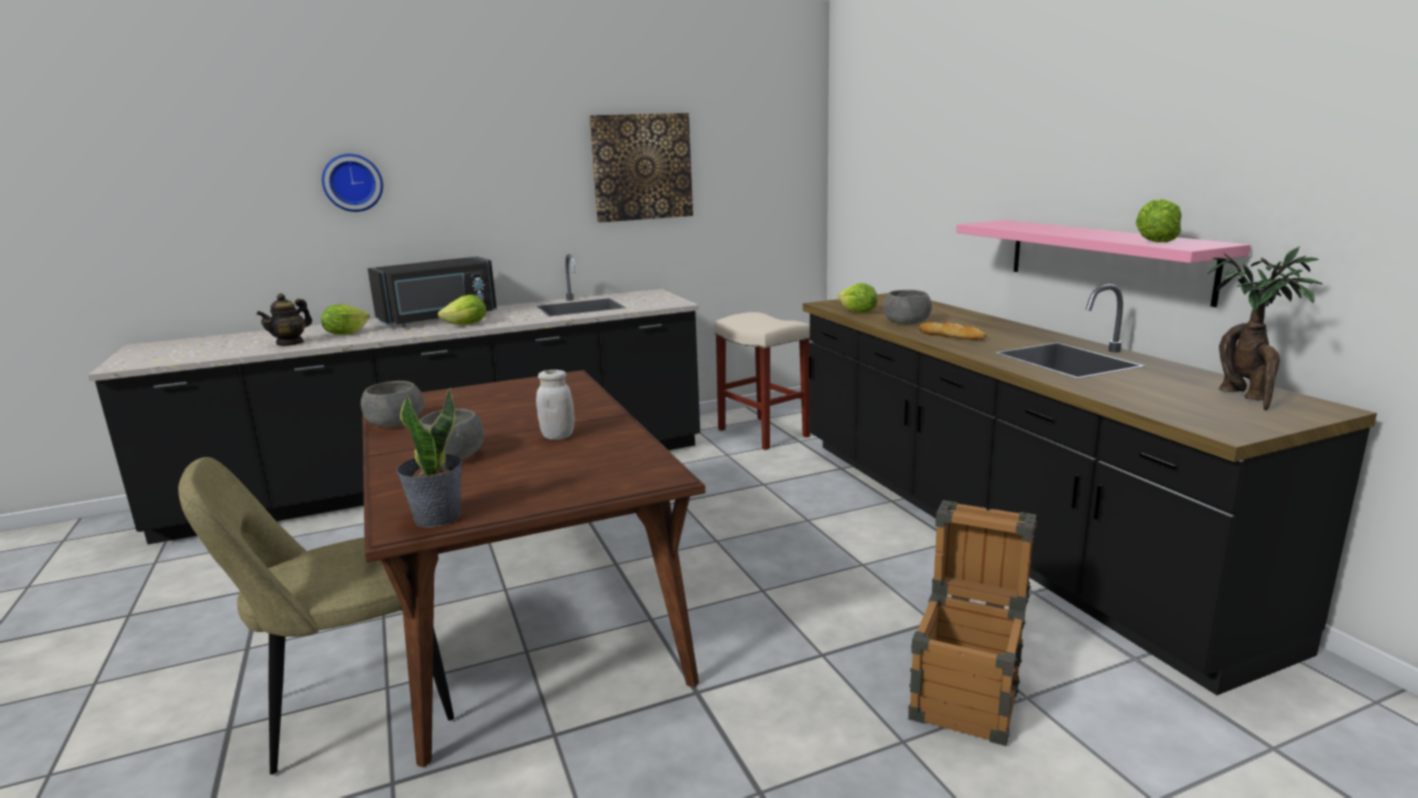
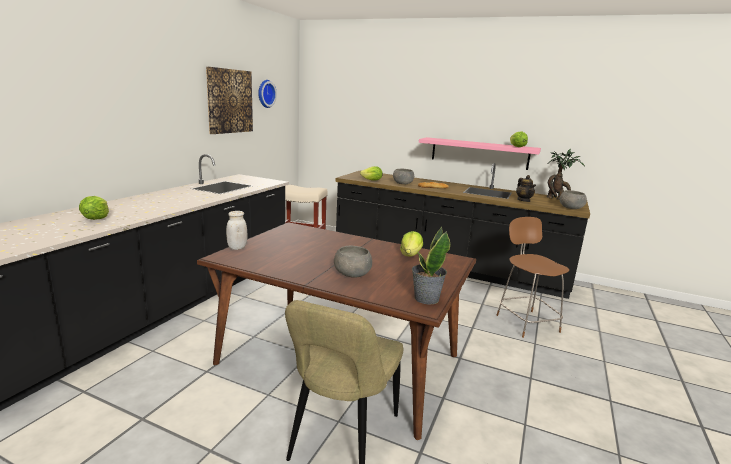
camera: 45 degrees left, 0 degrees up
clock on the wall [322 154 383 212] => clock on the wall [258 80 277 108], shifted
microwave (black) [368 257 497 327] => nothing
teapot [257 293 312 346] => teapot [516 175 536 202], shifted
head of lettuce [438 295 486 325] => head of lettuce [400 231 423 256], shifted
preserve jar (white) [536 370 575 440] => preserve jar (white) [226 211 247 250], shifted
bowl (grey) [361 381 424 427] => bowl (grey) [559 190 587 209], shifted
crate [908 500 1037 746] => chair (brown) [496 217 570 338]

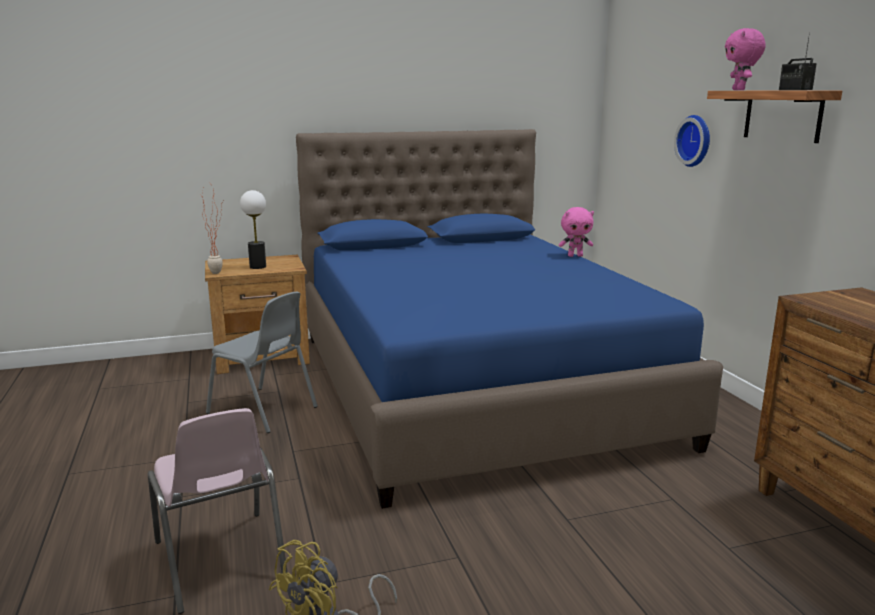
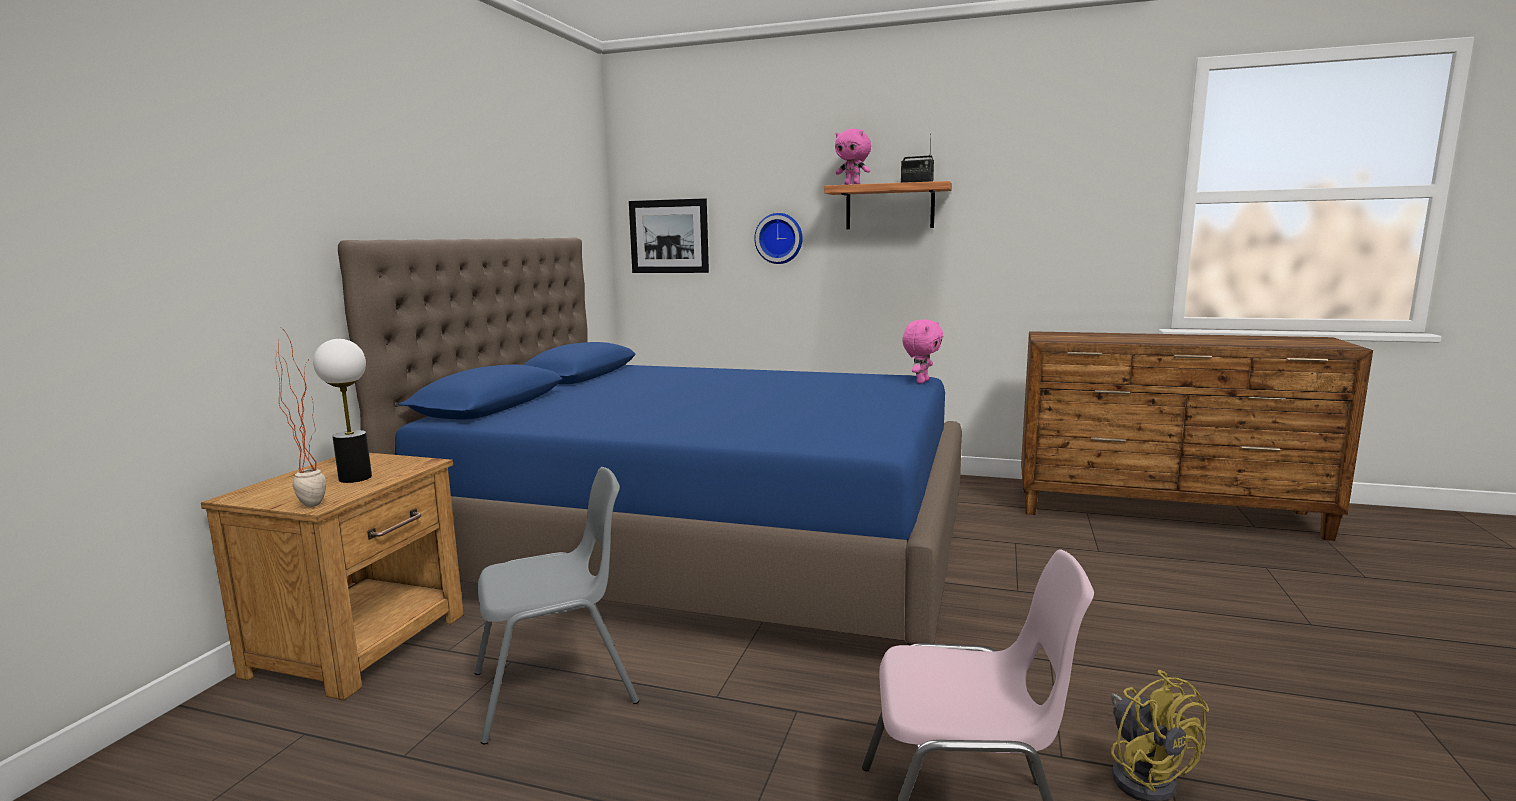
camera: 55 degrees left, 5 degrees down
cuddly toy (pink) [559 207 594 257] => cuddly toy (pink) [902 320 943 384], shifted
nothing => wall picture [629 198 709 273]

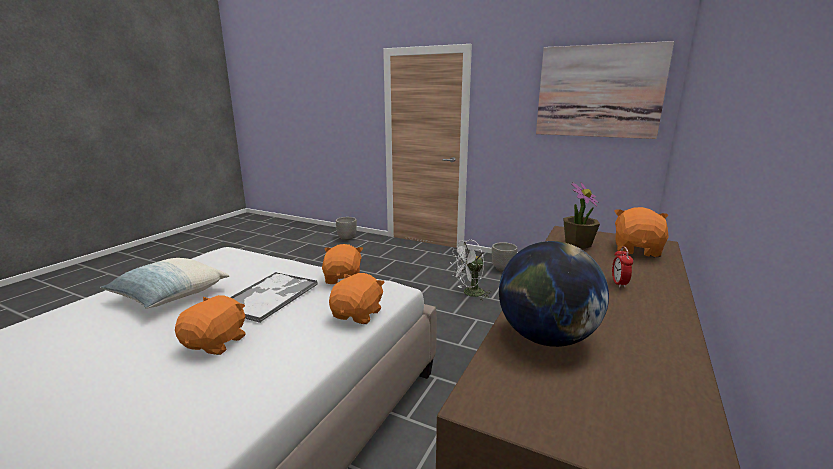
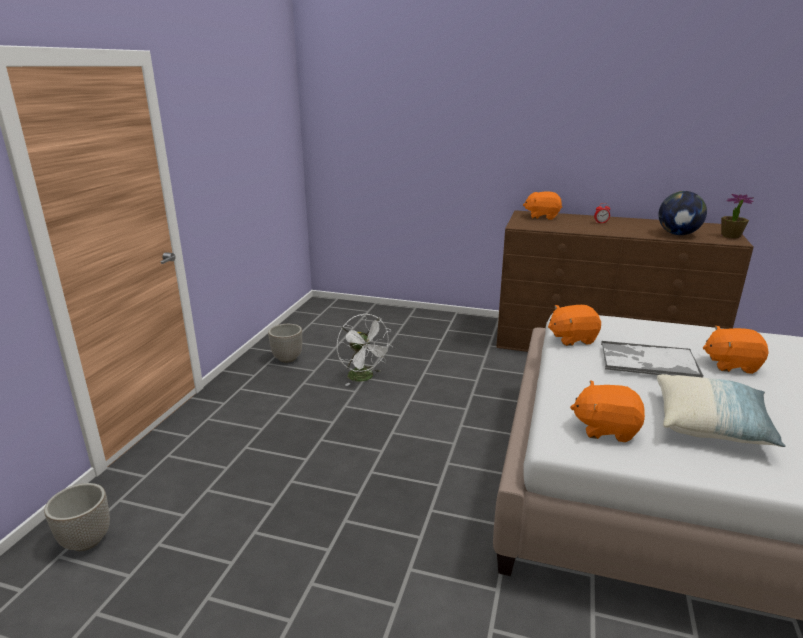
camera: 100 degrees left, 5 degrees up
wall picture [536 41 674 139] => nothing
houseplant [563 182 600 249] => houseplant [721 194 754 238], shifted
cuddly toy (orange) [329 273 385 324] => cuddly toy (orange) [570 380 645 442], shifted

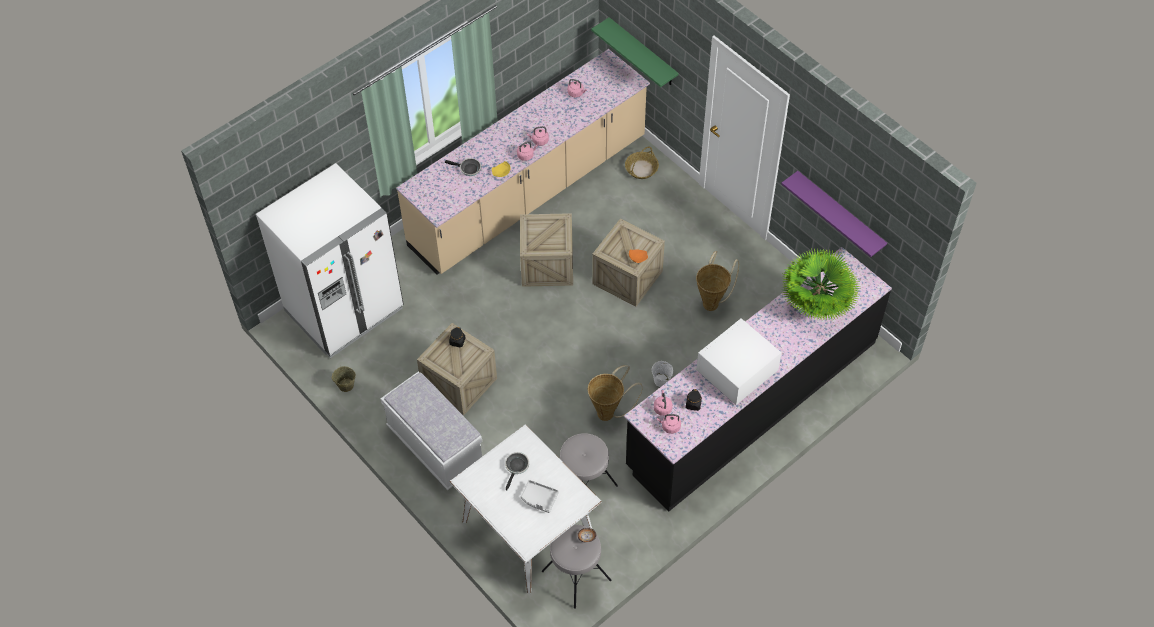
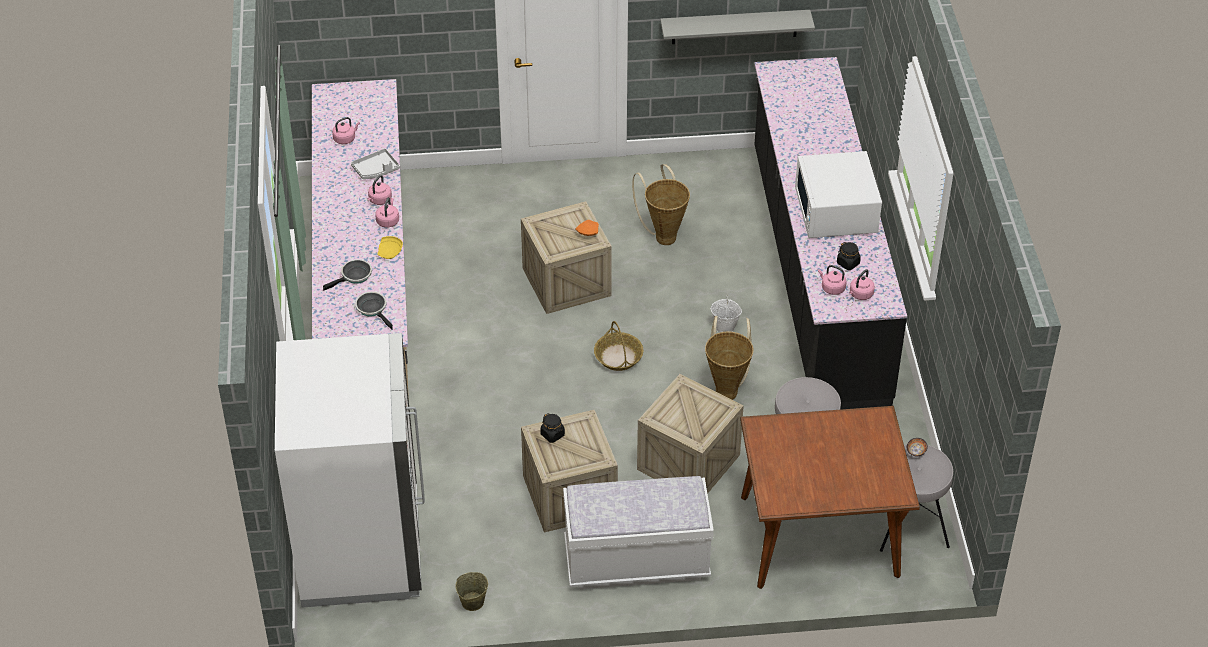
camera: 55 degrees left, 10 degrees down
wall shelf (green-coloured) [591 17 679 87] => nothing
household basket [625 146 659 179] => household basket [594 321 643 371], shifted
wall shelf (purplish) [781 171 887 257] => wall shelf (grey) [660 10 815 44]
crate [520 213 573 287] => crate [637 374 744 494], shifted
houseplant [781 247 860 320] => nothing
kitchen table (white) [450 424 602 593] => kitchen table (brown) [740 406 920 589]
pan [505 452 529 491] => pan [355 292 393 330], shifted
tray (grey) [521 480 559 513] => tray (grey) [351 148 400 179], shifted

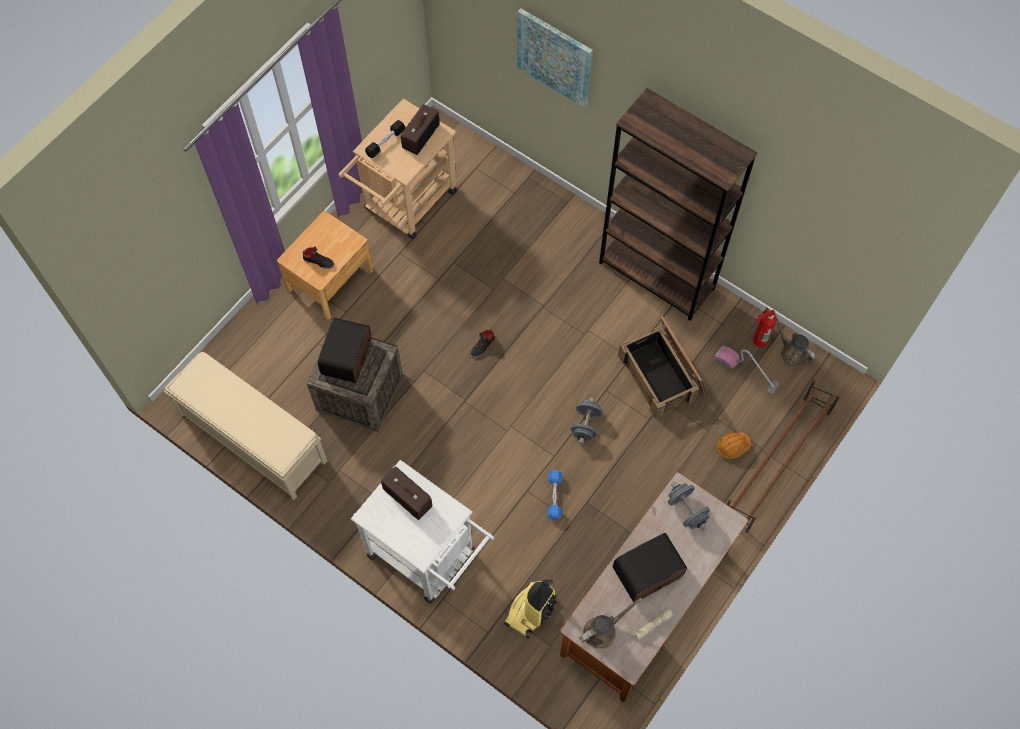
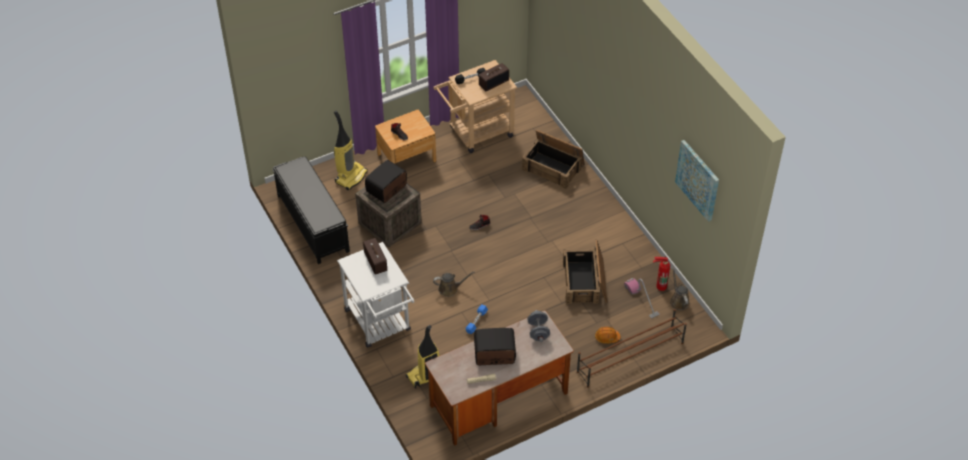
camera: 25 degrees right, 15 degrees down
wall picture [517 8 593 107] => wall picture [675 140 719 222], shifted
bookcase (brown) [599 88 758 321] => nothing
long seat (beige-coloured) [164 351 327 500] => long seat (black) [272 156 350 264]
hand weight (grey) [570 397 603 444] => nothing
sprinkling can (brown) [580 598 642 649] => sprinkling can (brown) [433 271 475 297], shifted
nothing => vacuum [334 111 368 190]
nothing => crate [522 129 584 189]

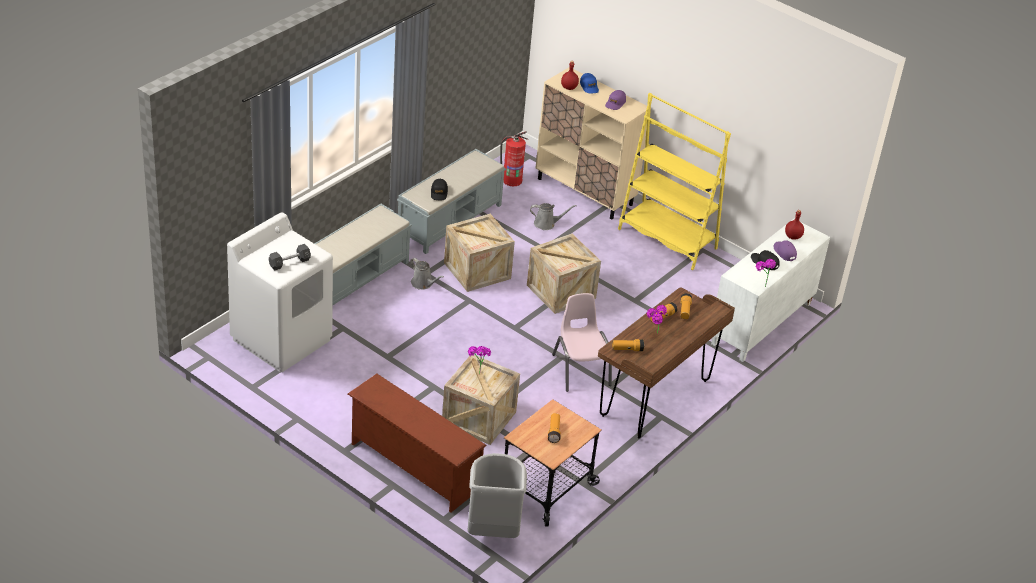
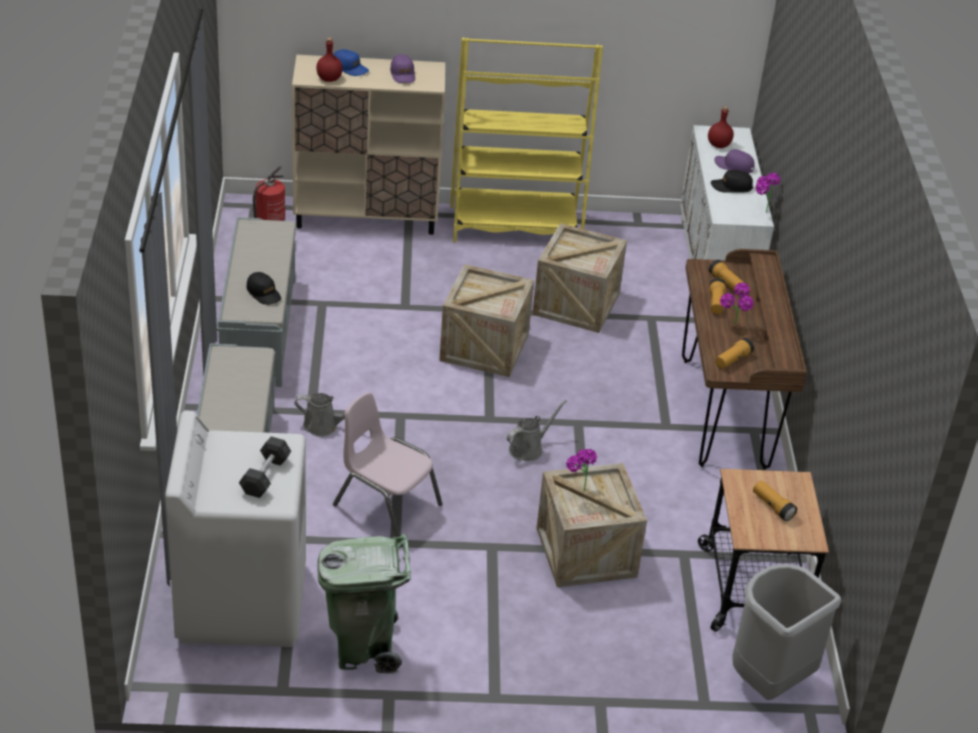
camera: 40 degrees left, 0 degrees up
sprinkling can (grey) [530 203 577 230] => sprinkling can (grey) [507 400 567 461], shifted
crate [444 214 515 292] => crate [532 223 627 333], shifted
chair (pink) [552 293 612 392] => chair (pink) [333 392 442 537], shifted
shoe shelf (brown) [348 374 487 513] => nothing
nothing => rubbish bin (green-coloured) [317 534 411 674]

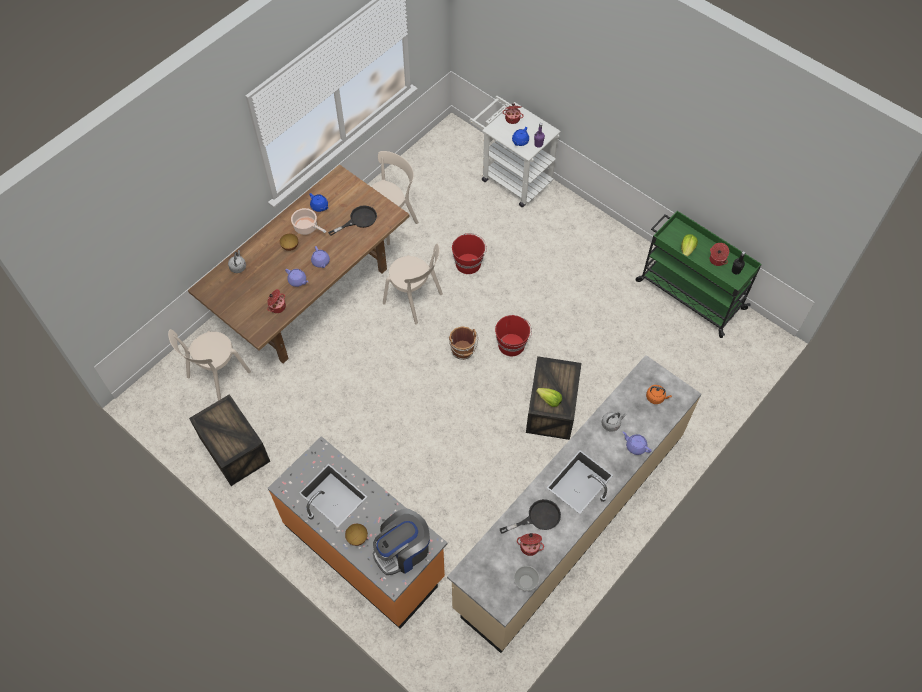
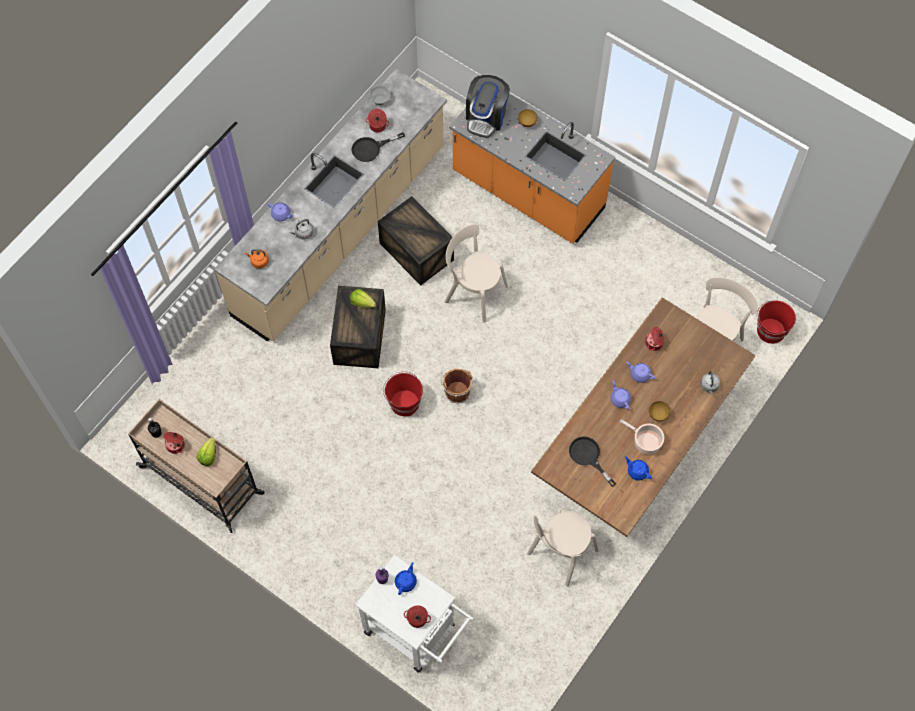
camera: 175 degrees right, 5 degrees up
pan (black) [328 205 377 236] => pan (black) [569 436 616 487], 90 degrees clockwise
wheeled cart (green-coloured) [636 211 762 338] => wheeled cart (beige-coloured) [128 399 264 533]
water bucket (red) [452 233 487 274] => water bucket (red) [757 301 796 344], shifted
chair (beige-coloured) [383 244 443 325] => chair (beige-coloured) [445 224 508 322], shifted
crate [189 394 270 486] => crate [378 196 454 286], shifted
coffee maker [372 509 430 575] => coffee maker [466 75 510 138], 150 degrees clockwise

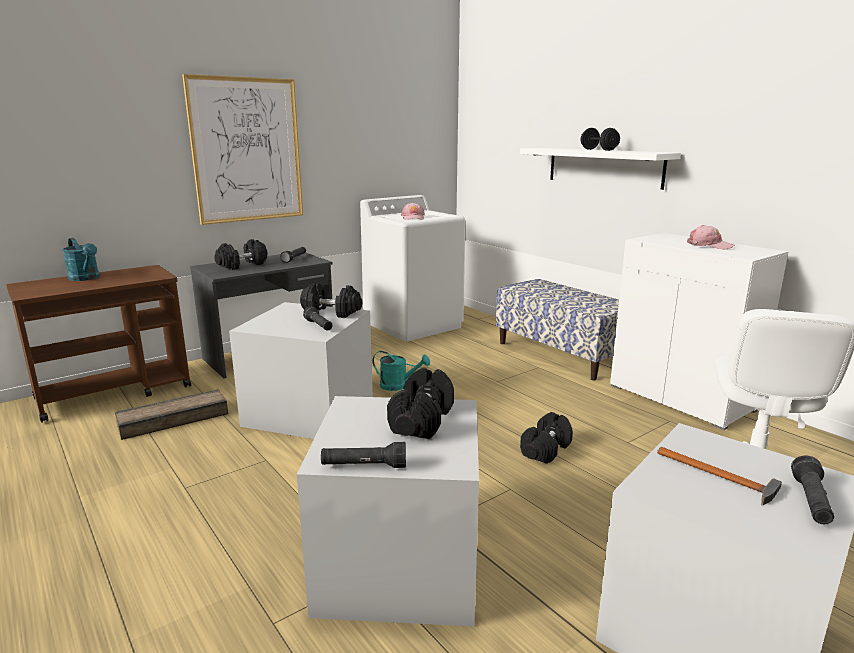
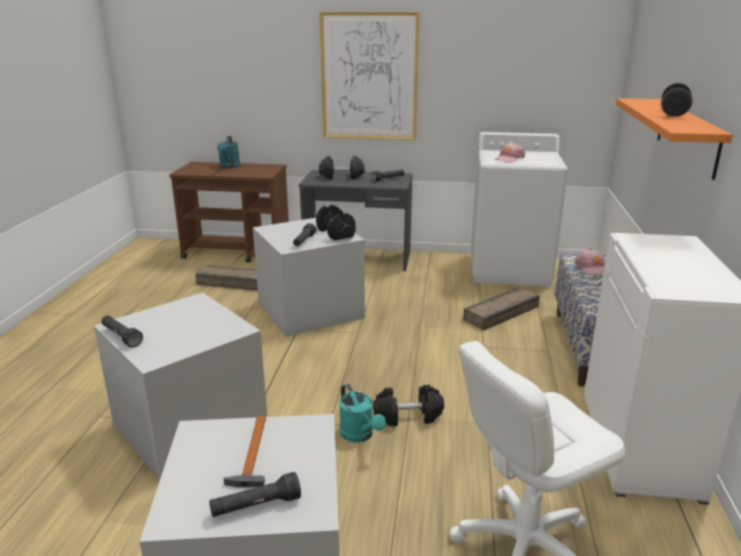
camera: 45 degrees right, 5 degrees up
wall shelf (white) [520 148 681 190] => wall shelf (orange) [616 98 733 180]
peaked cap (pink) [687 225 735 249] => peaked cap (pink) [575 249 605 275], shifted
sprinkling can (turquoise) [373 351 430 391] => sprinkling can (turquoise) [339 384 386 442], shifted
hand weight (black) [387 368 454 439] => nothing
nothing => crate [463 287 540 330]

